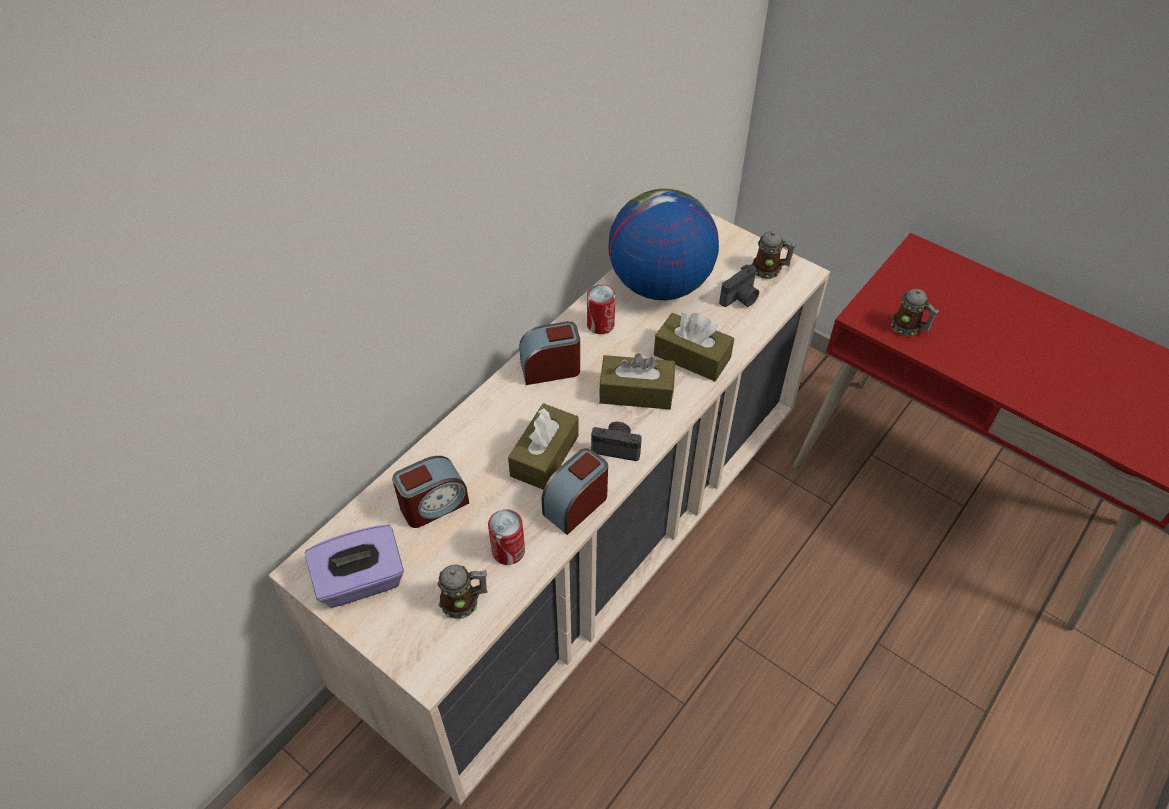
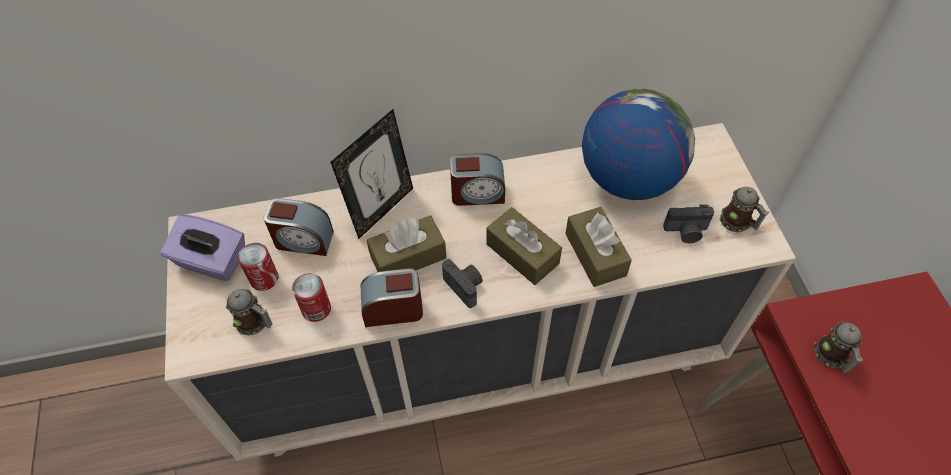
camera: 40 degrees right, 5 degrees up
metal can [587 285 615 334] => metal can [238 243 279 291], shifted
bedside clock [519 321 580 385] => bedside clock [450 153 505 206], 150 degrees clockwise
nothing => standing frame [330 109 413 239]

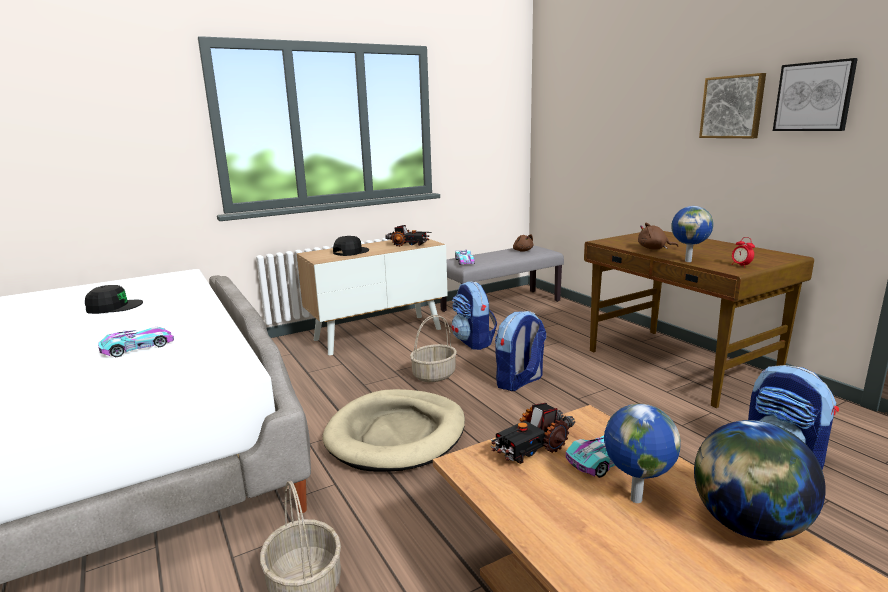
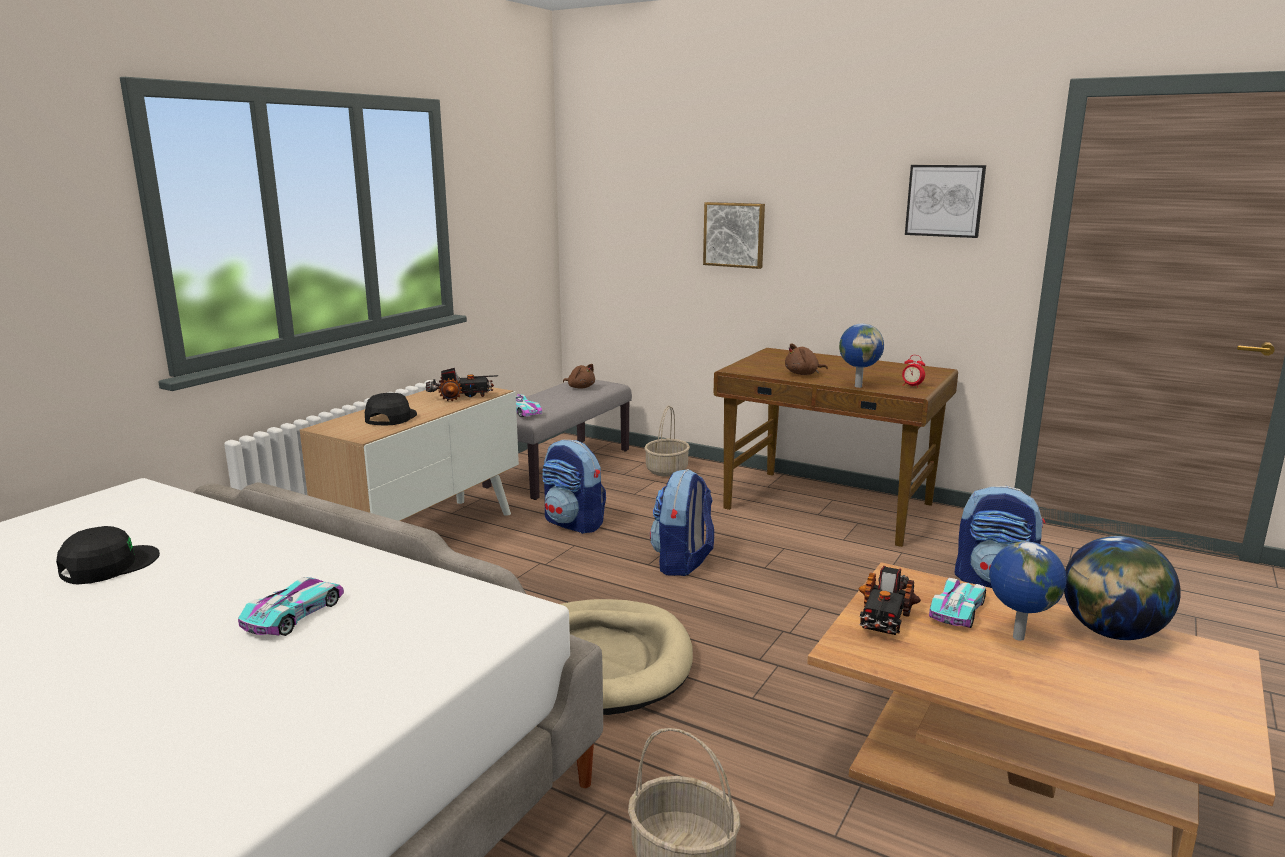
camera: 30 degrees left, 0 degrees up
wall picture [699 73 766 138] => wall picture [703 202 765 269], shifted
household basket [410 315 457 382] => household basket [644 406 690 477], shifted

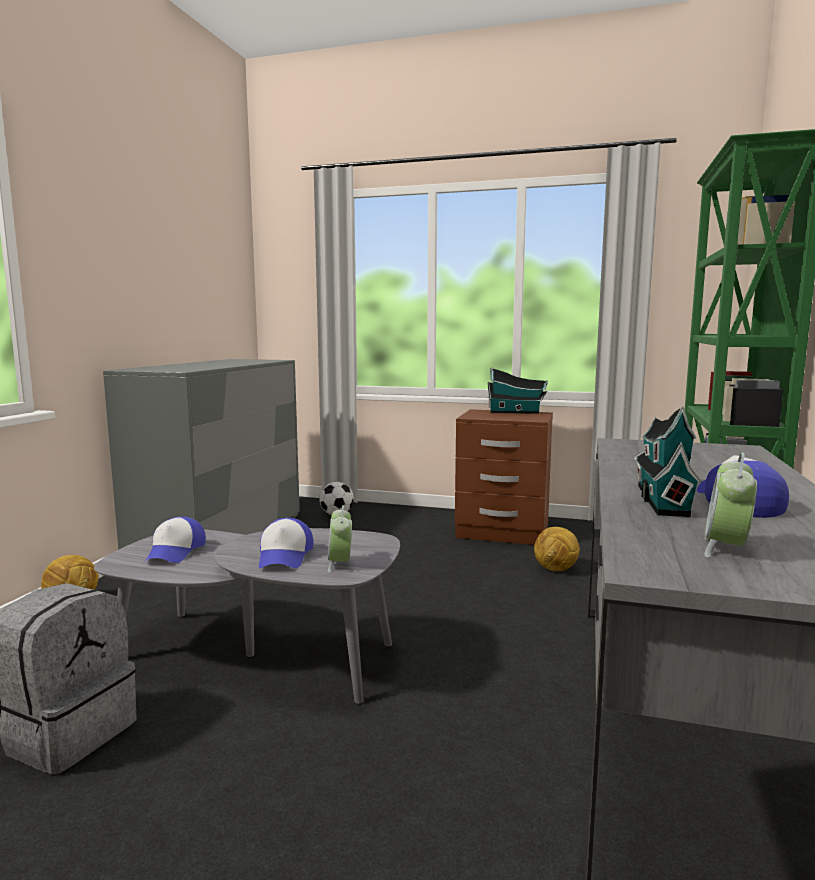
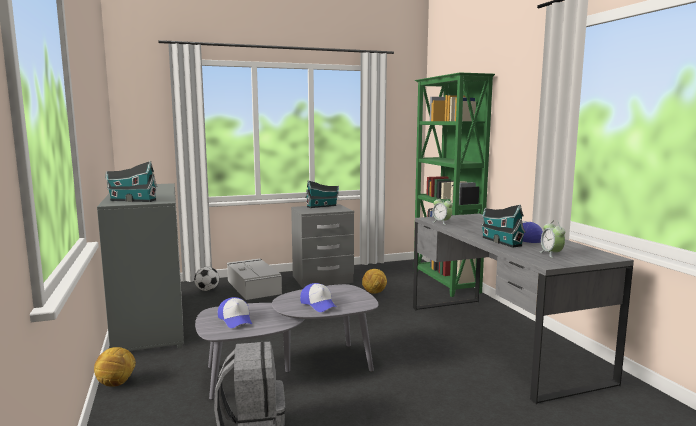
camera: 35 degrees left, 0 degrees up
night table (brown) [455 409 553 545] => night table (grey) [291 204 354 288]
bedside clock [328 505 352 573] => bedside clock [433 196 453 225], shifted
nothing => toy house [106 161 158 202]
nothing => storage bin (grey) [227 259 282 300]

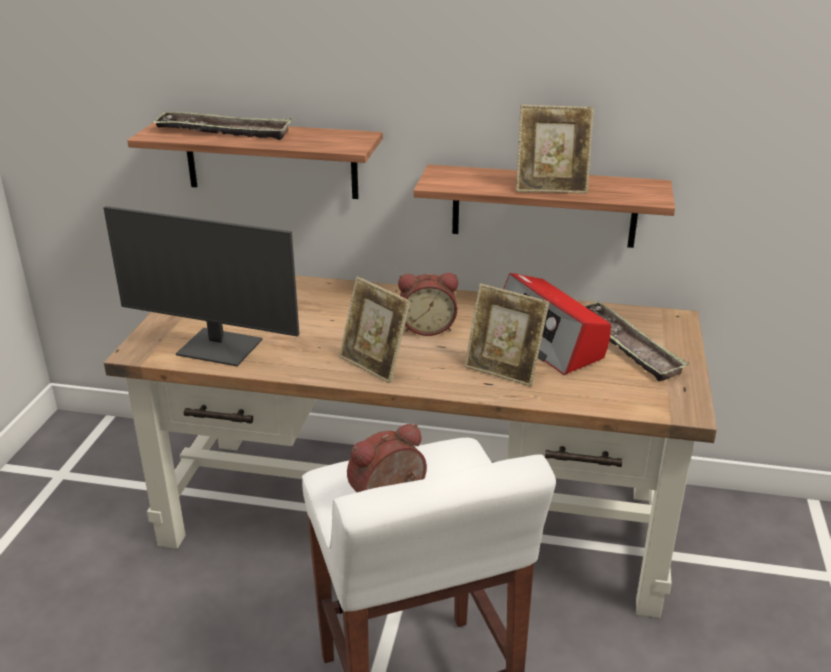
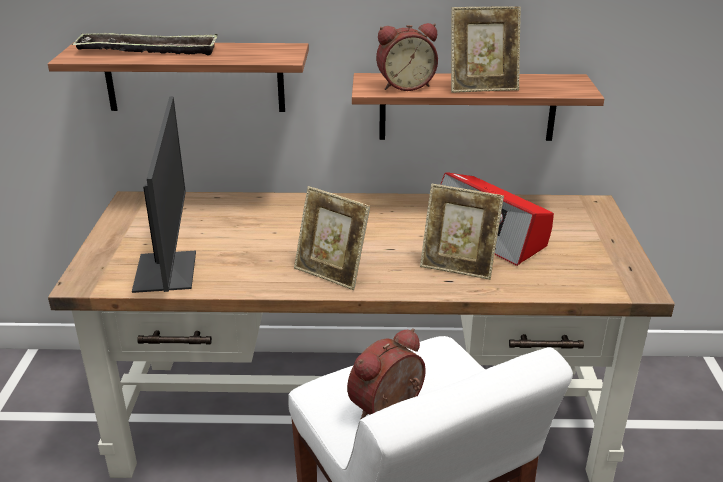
camera: 10 degrees left, 0 degrees up
monitor [104 206 299 366] => monitor [132 96 196 293], 105 degrees counterclockwise
bedside clock [398 273 458 336] => bedside clock [376 23 438 91], shifted
tray [585 301 689 381] => nothing

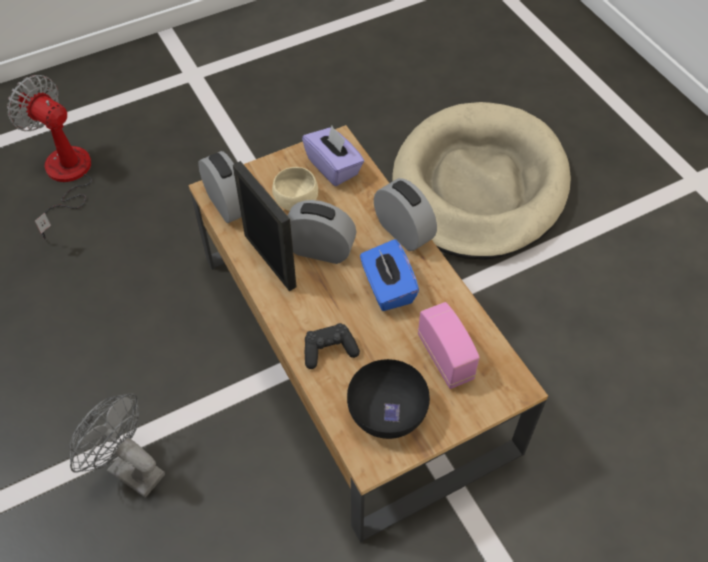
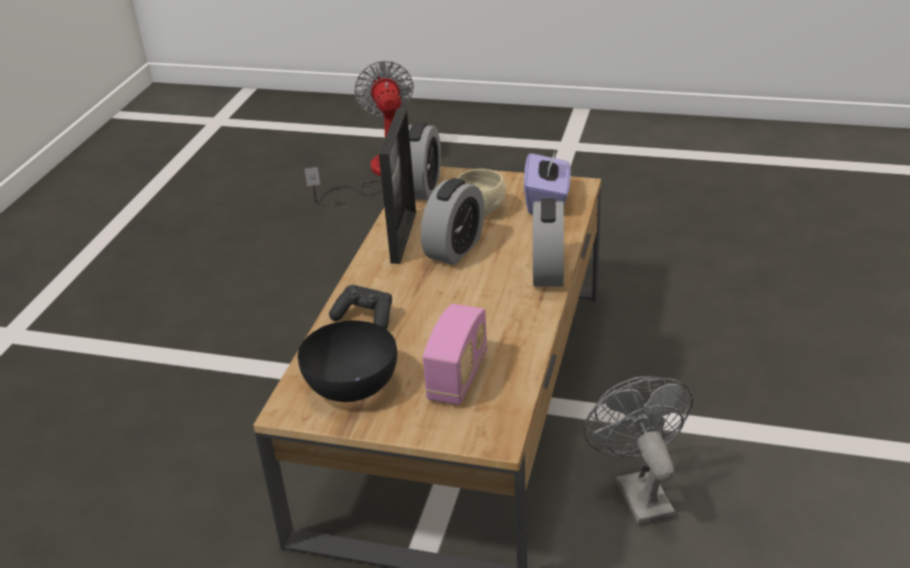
camera: 45 degrees right, 20 degrees down
dog cushion (beige-coloured) [392 102 571 259] => nothing
bedside clock [288 200 356 264] => bedside clock [421 178 485 265], 60 degrees clockwise
tissue holder (blue) [360 239 419 311] => nothing
electric fan (grey) [69 393 165 498] => electric fan (grey) [583 376 693 526], shifted

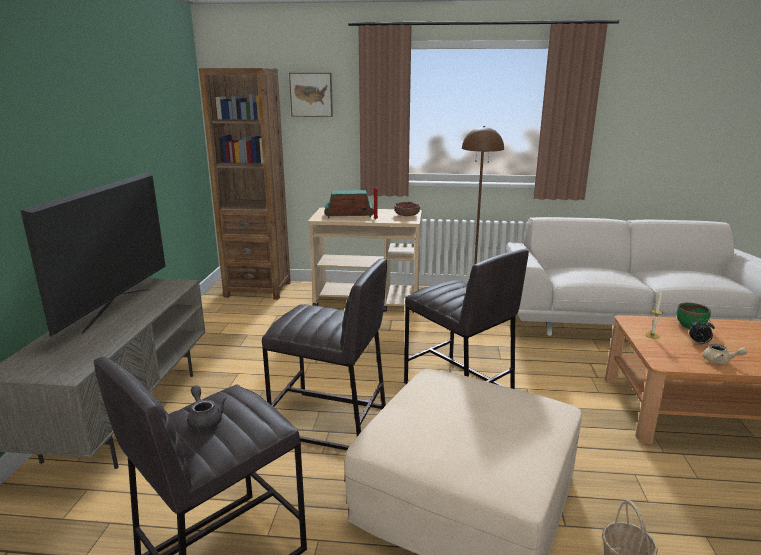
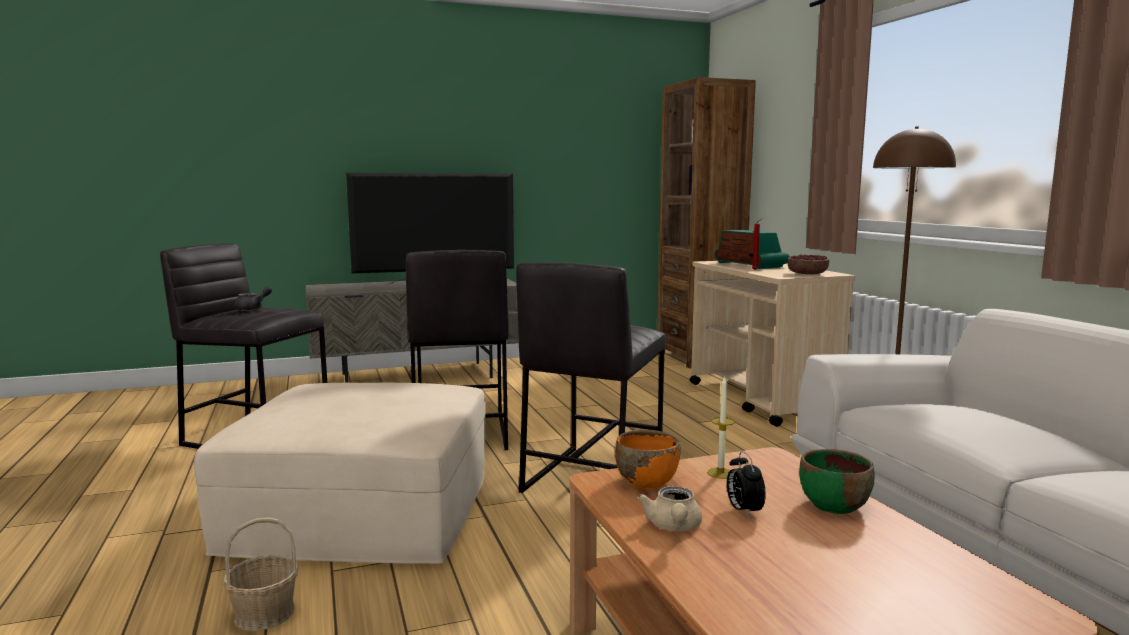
camera: 65 degrees right, 10 degrees down
wall picture [289 73 333 117] => nothing
nothing => bowl (orange) [615 429 681 489]

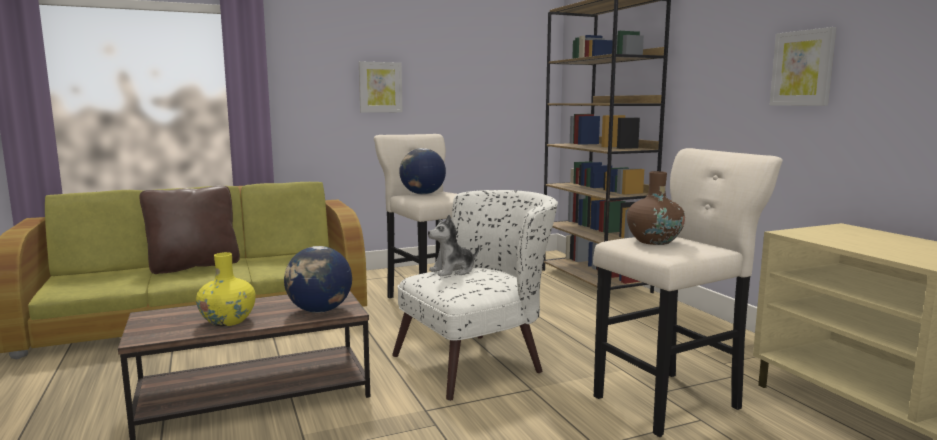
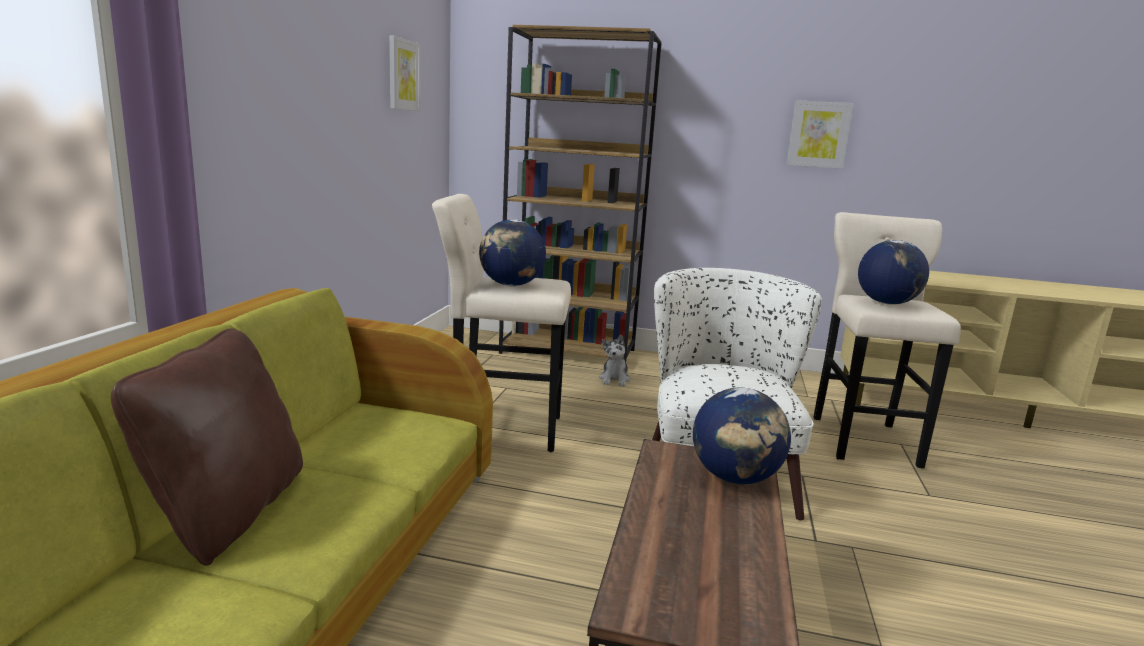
camera: 55 degrees left, 5 degrees up
wall picture [359 61 403 113] => wall picture [389 36 421 111], shifted
flower vase (brown) [627 171 685 245] => world globe [858 240 929 305]
cuddly toy [428 215 479 276] => cuddly toy [599 335 630 387], shifted
flower vase (yellowish) [196 252 256 326] => nothing

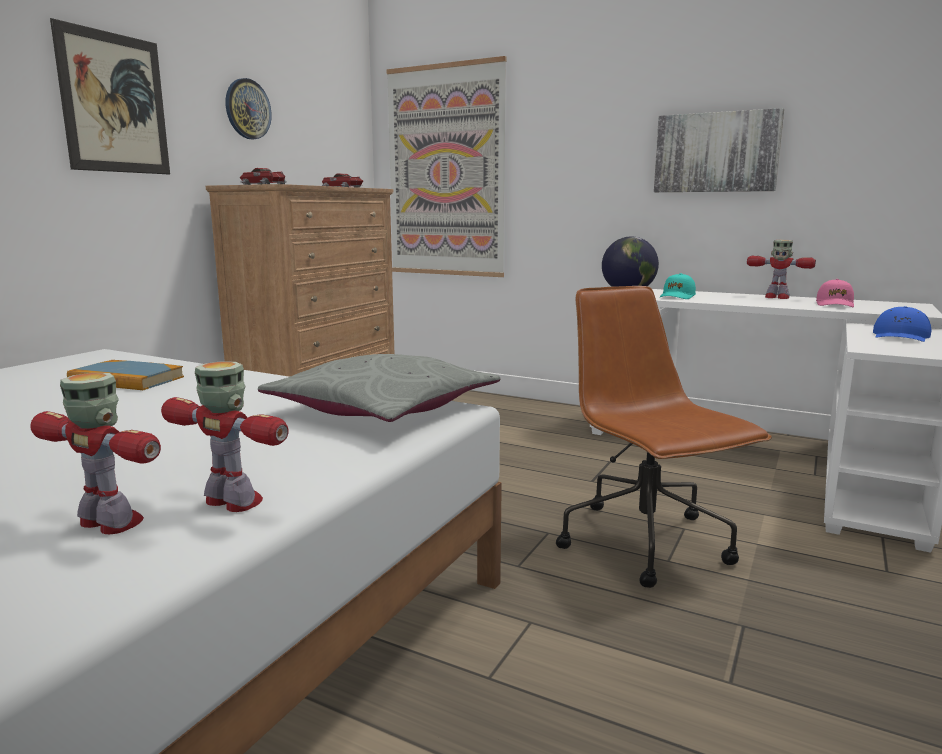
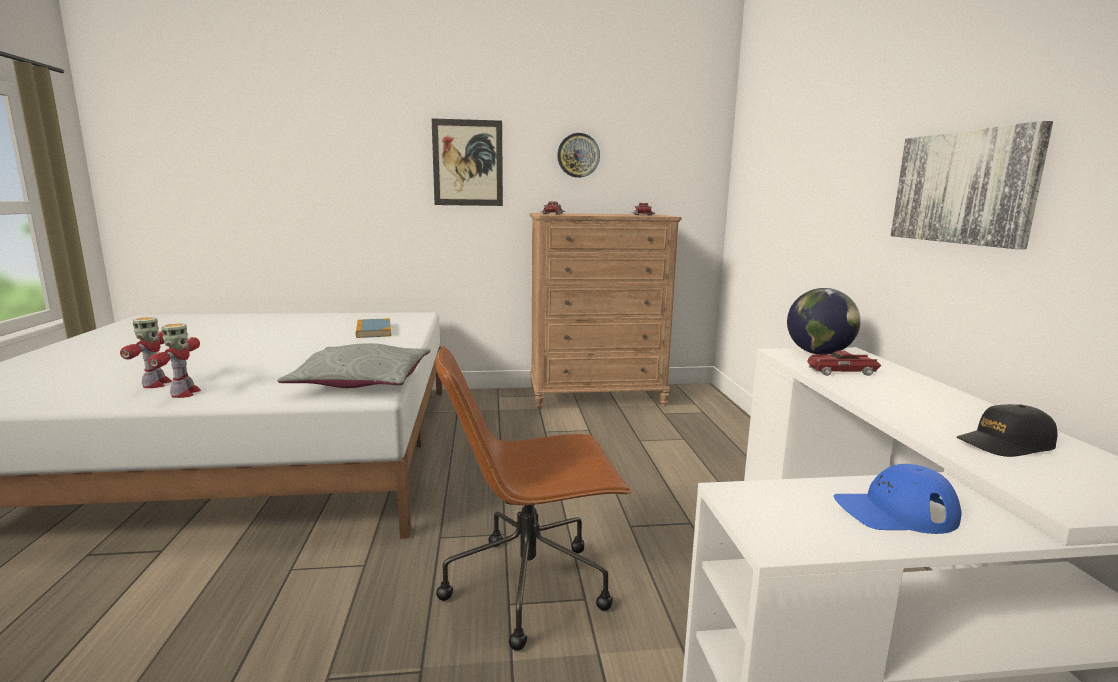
camera: 55 degrees right, 0 degrees up
wall picture [387 56 507 277] => nothing
toy robot [747 240 816 299] => nothing
peaked cap (turquoise) [660 273 696 299] => model car [807 351 882 376]
peaked cap (pink) [816 279 854 307] => peaked cap (black) [957 404 1058 457]
desk chair (brown) [556 286 772 588] => desk chair (brown) [435 346 632 651], 135 degrees counterclockwise

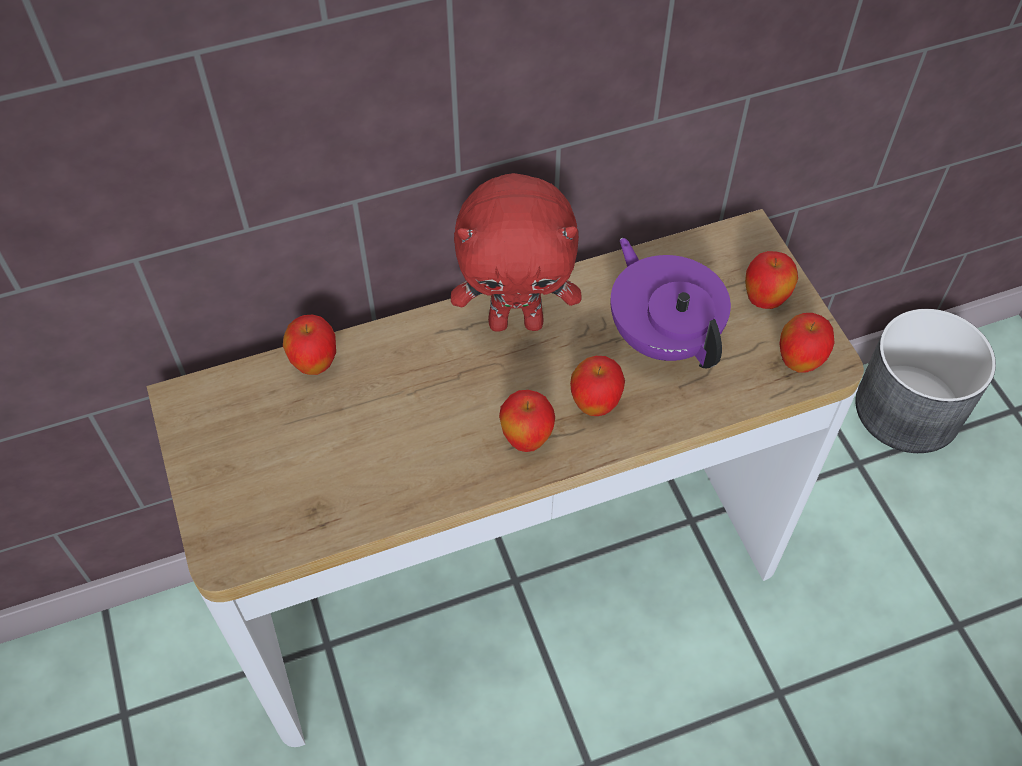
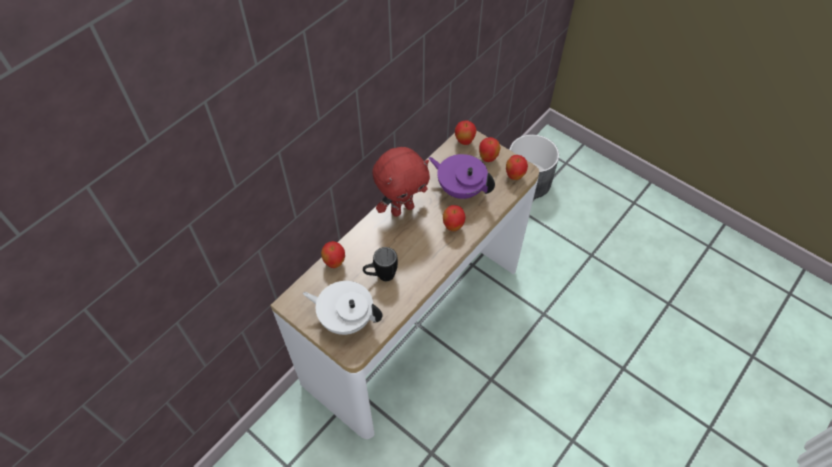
camera: 30 degrees left, 0 degrees up
apple [499 390 555 452] => apple [455 120 477 145], shifted
nothing => tea mug (black) [363 247 398 281]
nothing => teapot (white) [303 281 383 335]

